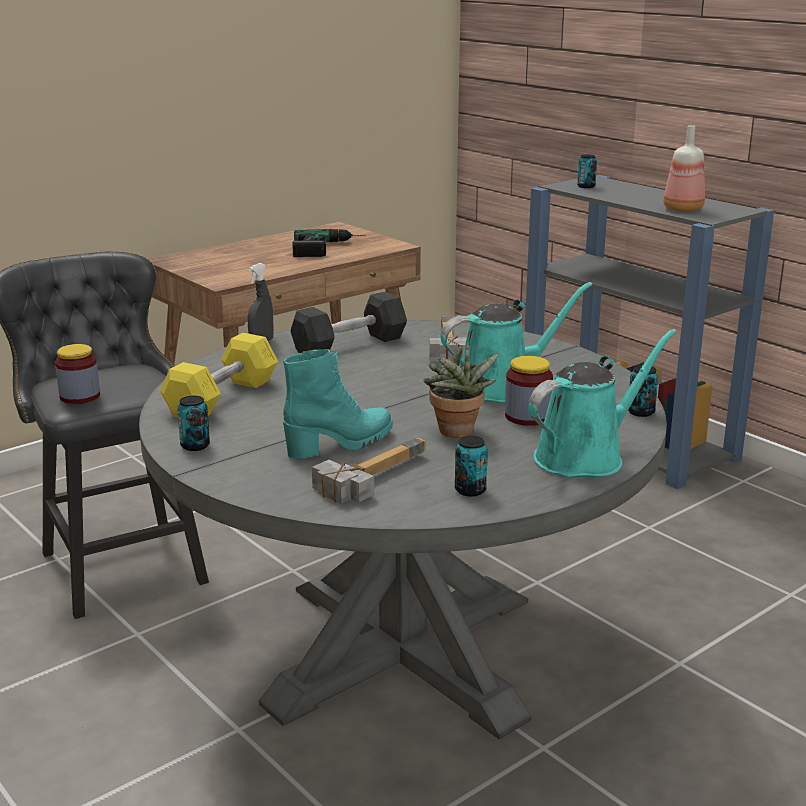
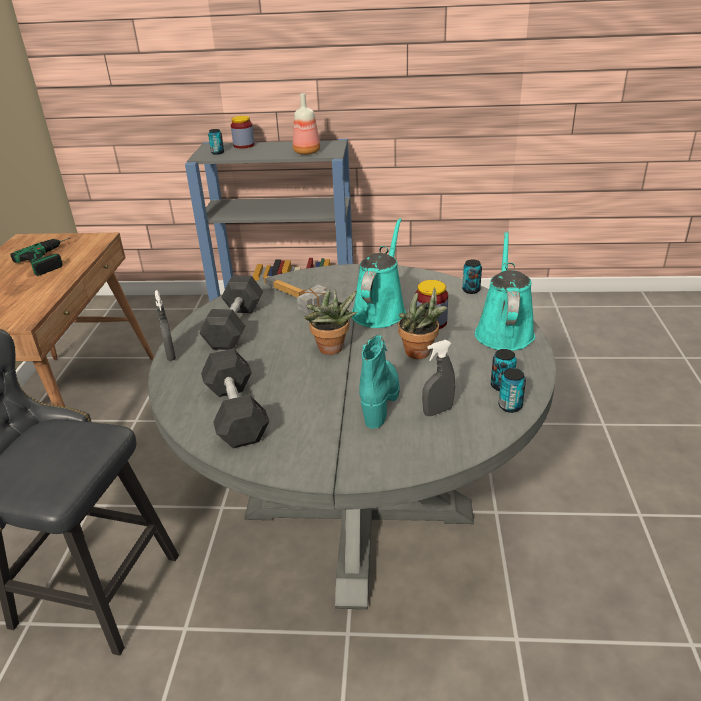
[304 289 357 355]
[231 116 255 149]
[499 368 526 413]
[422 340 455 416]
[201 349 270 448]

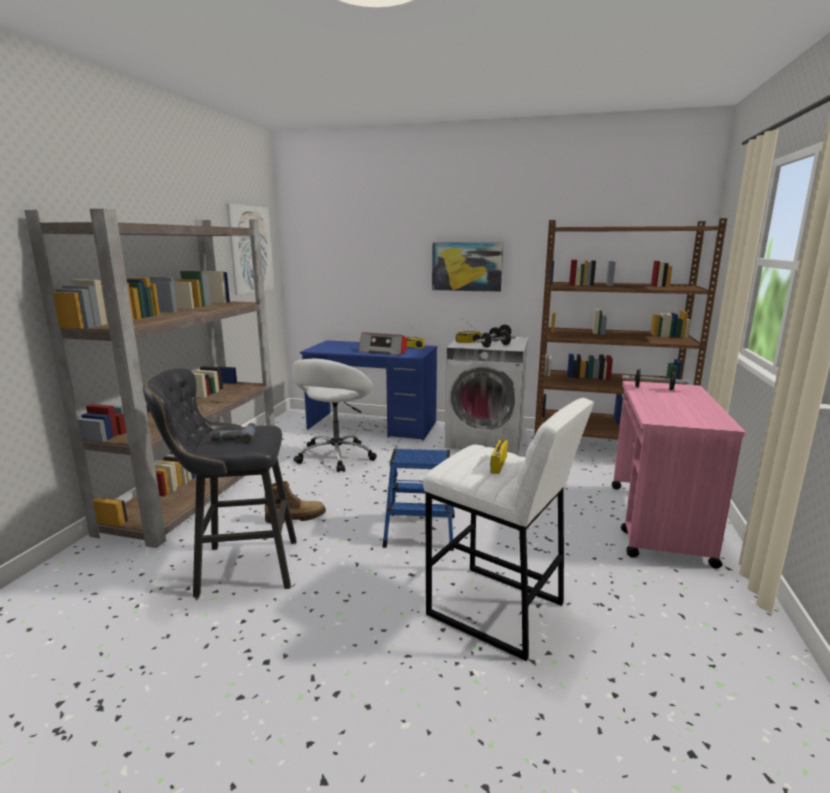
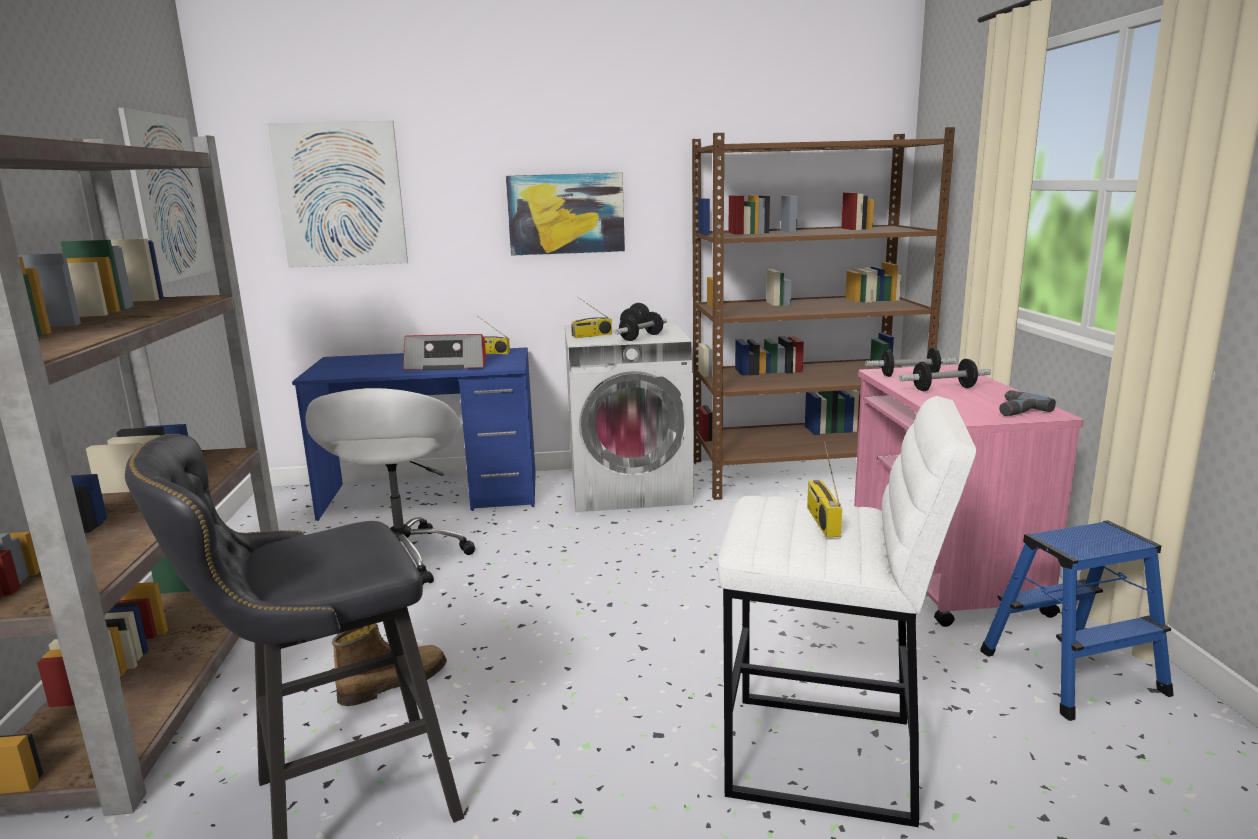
[268 120 408 268]
[899 359 991 391]
[999 390 1056 416]
[980 520 1174 721]

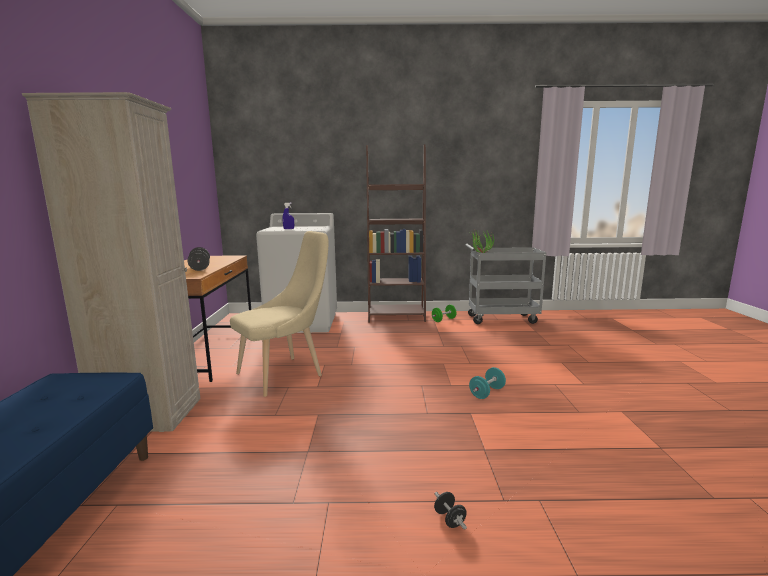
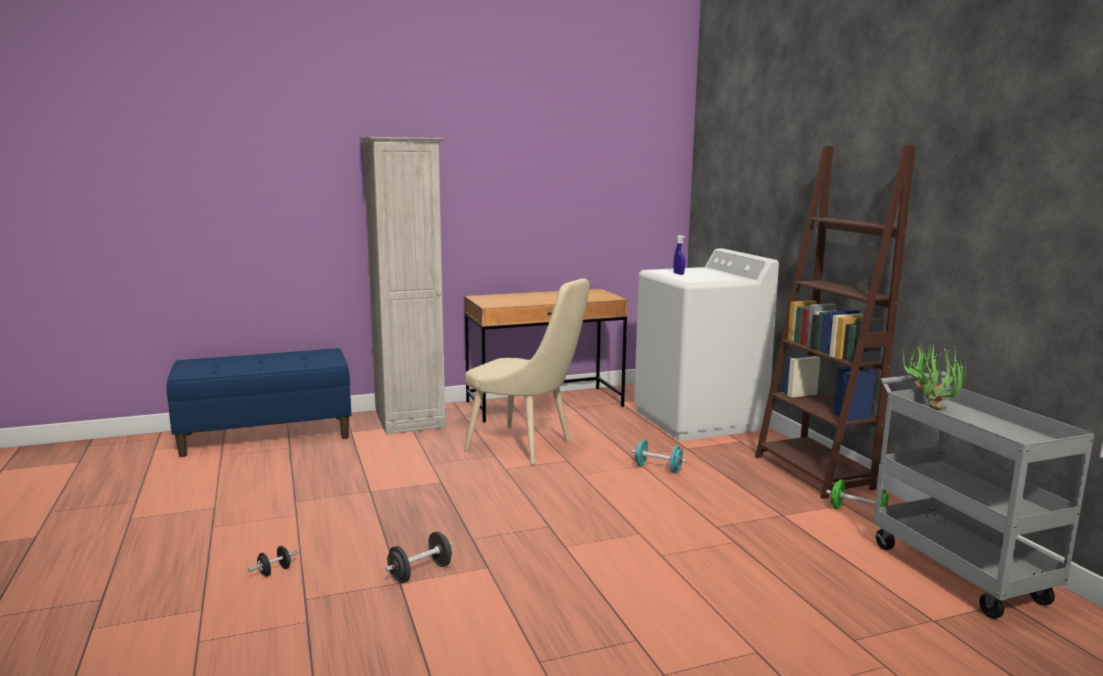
[385 531 453 583]
[632 440 687 473]

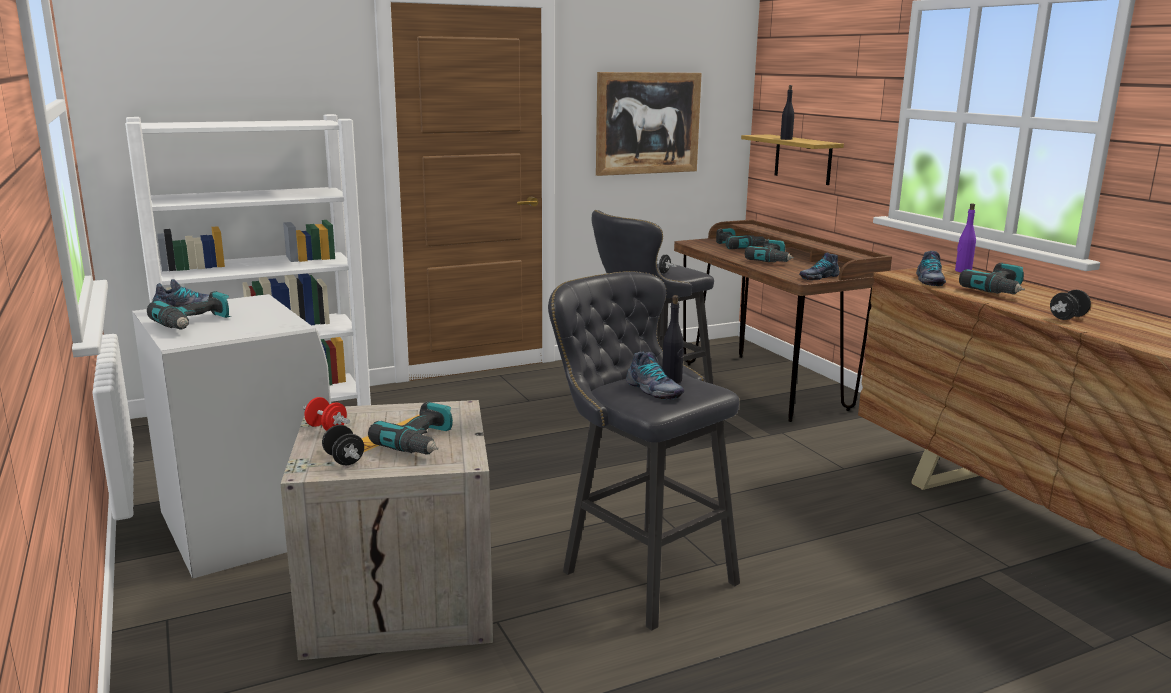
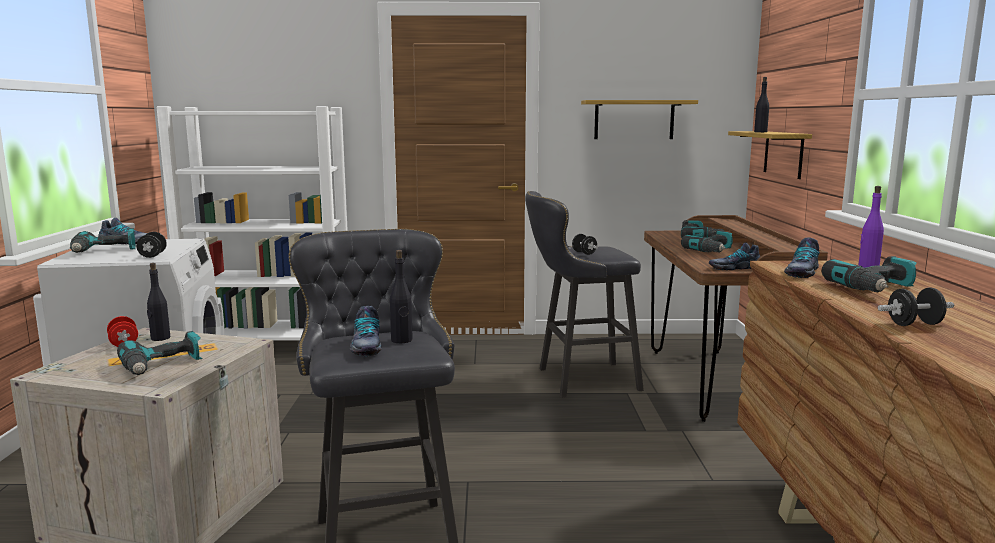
[147 263 170 341]
[136 232 167 258]
[581 100 698 139]

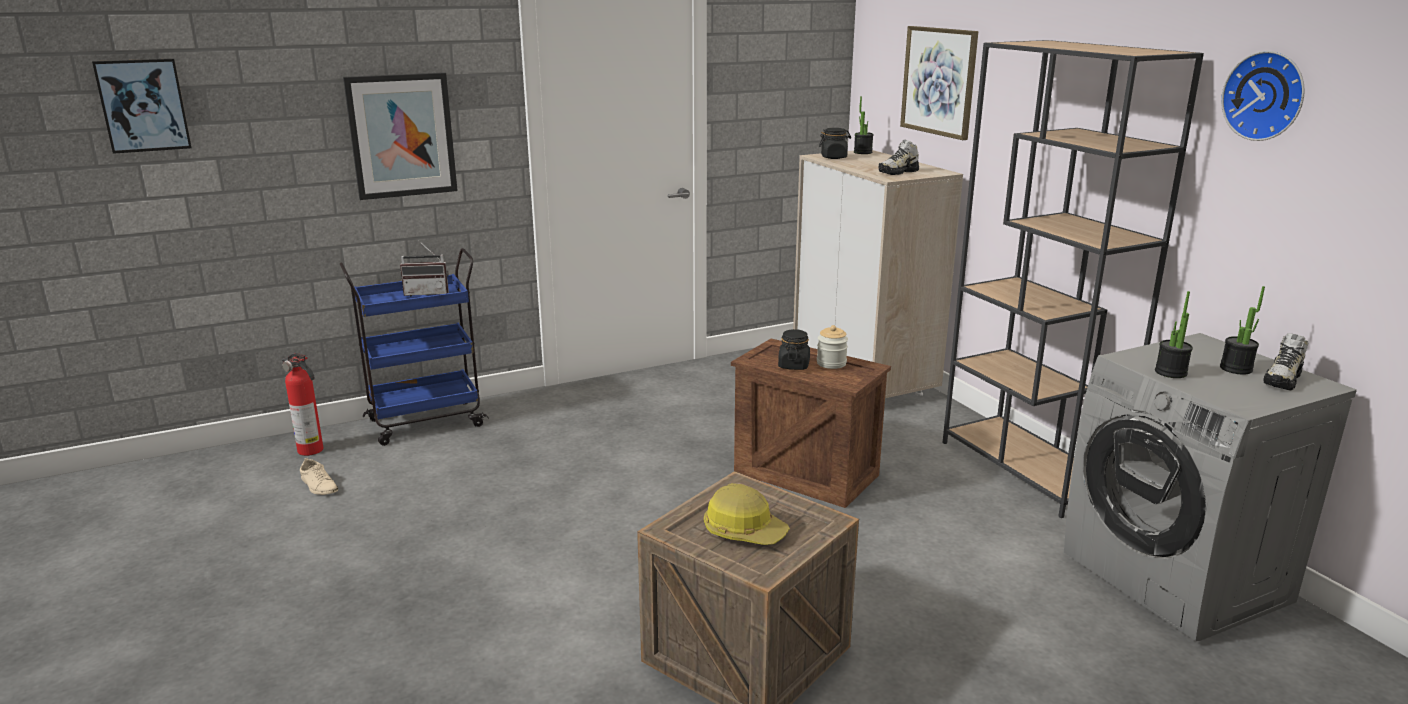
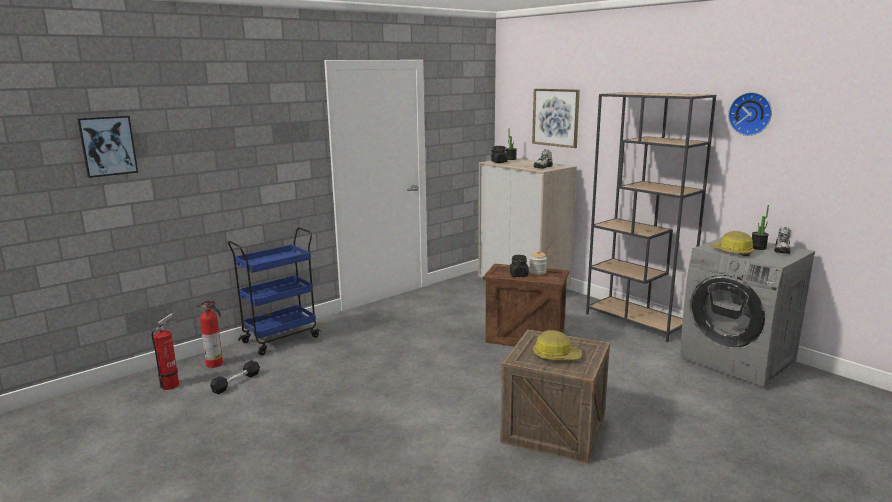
[343 72 458 200] (first image)
[400 241 449 296] (first image)
[151 313 179 390]
[210 360 260 394]
[711 231 754 256]

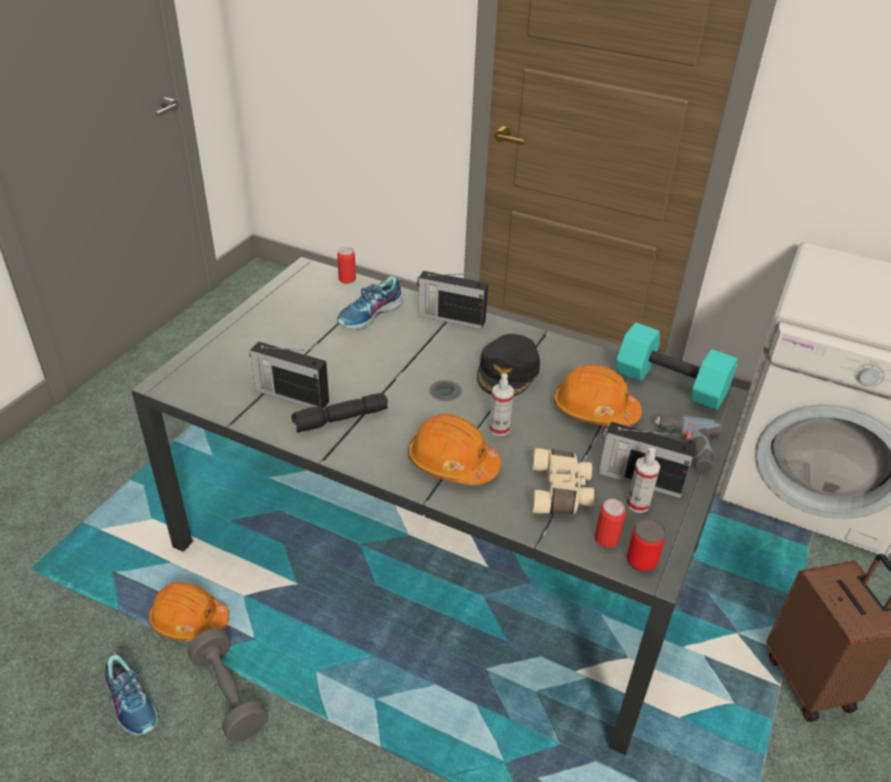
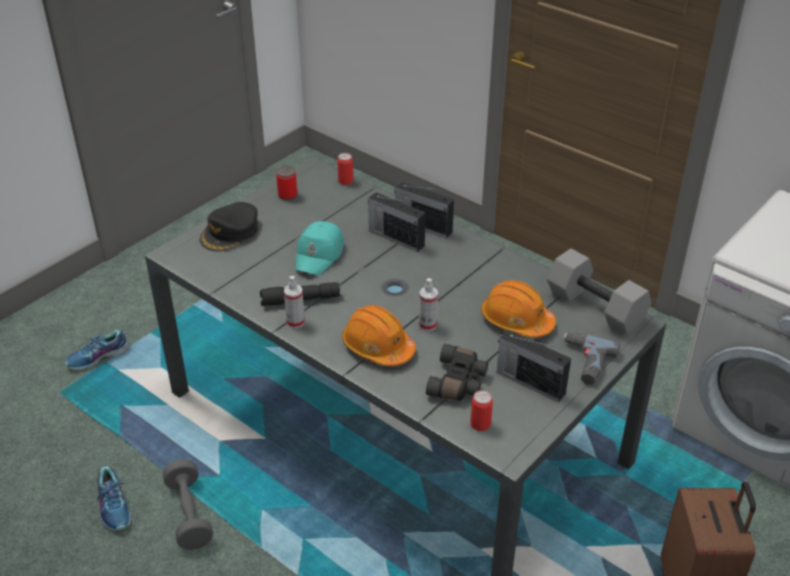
[148 582 229 642] (first image)
[295 221 344 275]
[368 192 425 252]
[65 329 130 371]
[200 202 258 252]
[284 276 305 329]
[276 166 297 200]
[426 344 488 401]
[547 248 652 335]

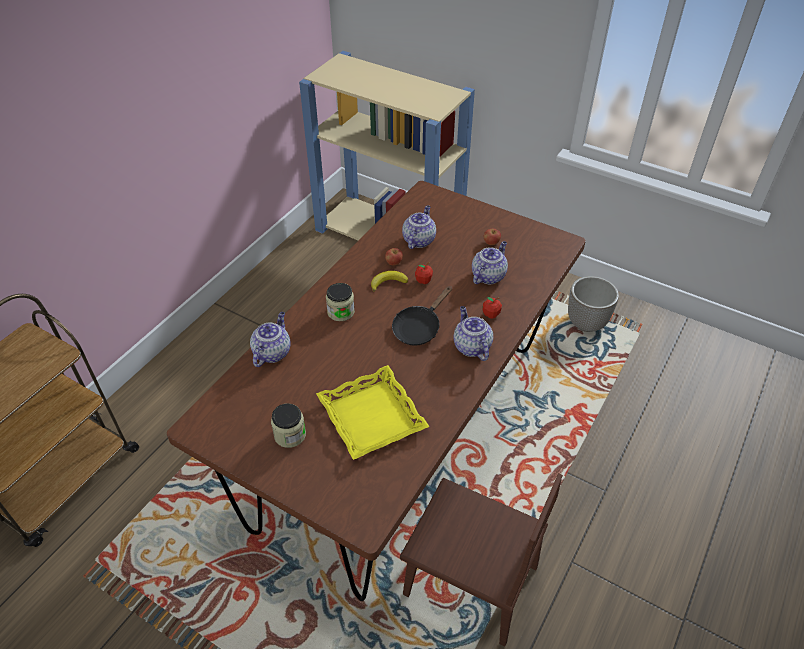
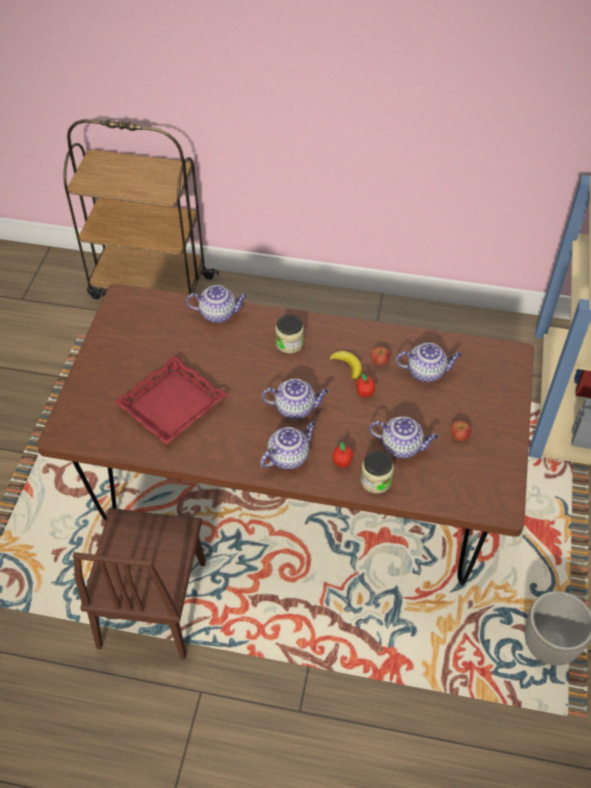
[361 451 394 494]
[262 379 329 419]
[114 355 228 445]

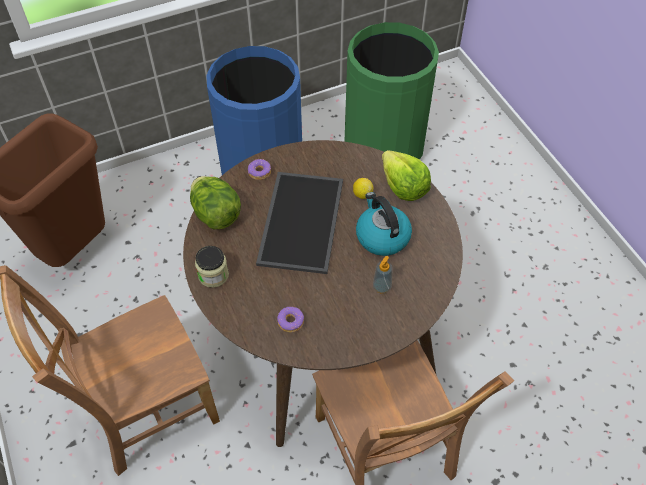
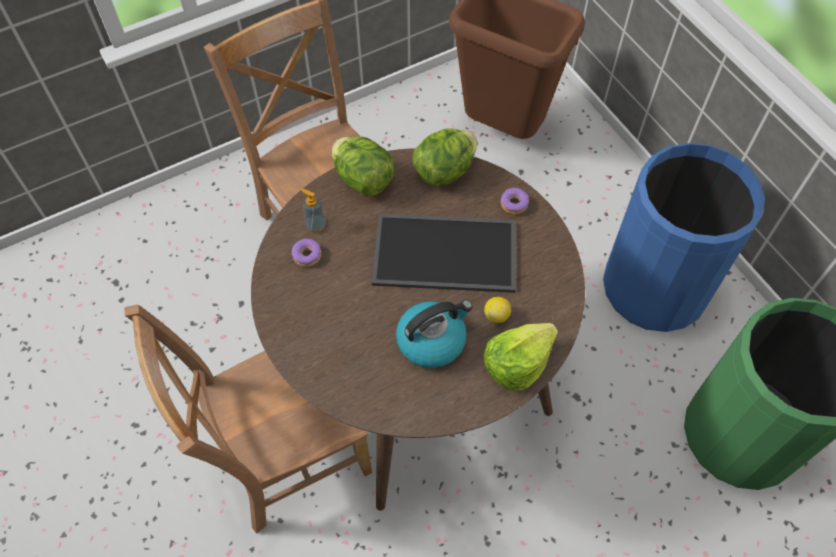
[300 188 326 233]
[332 136 394 196]

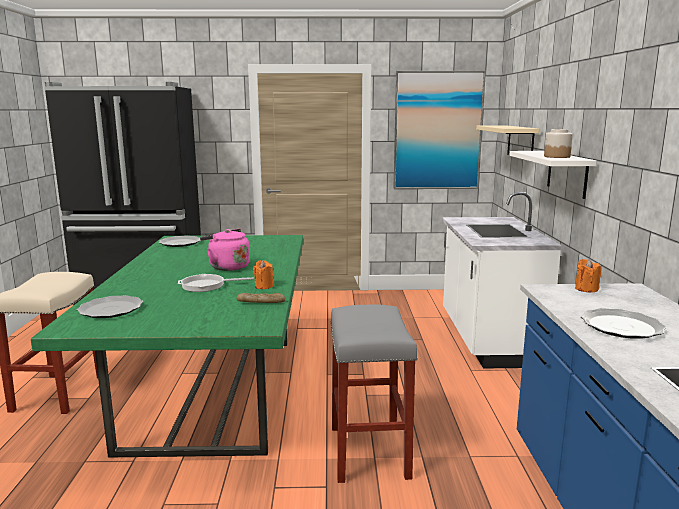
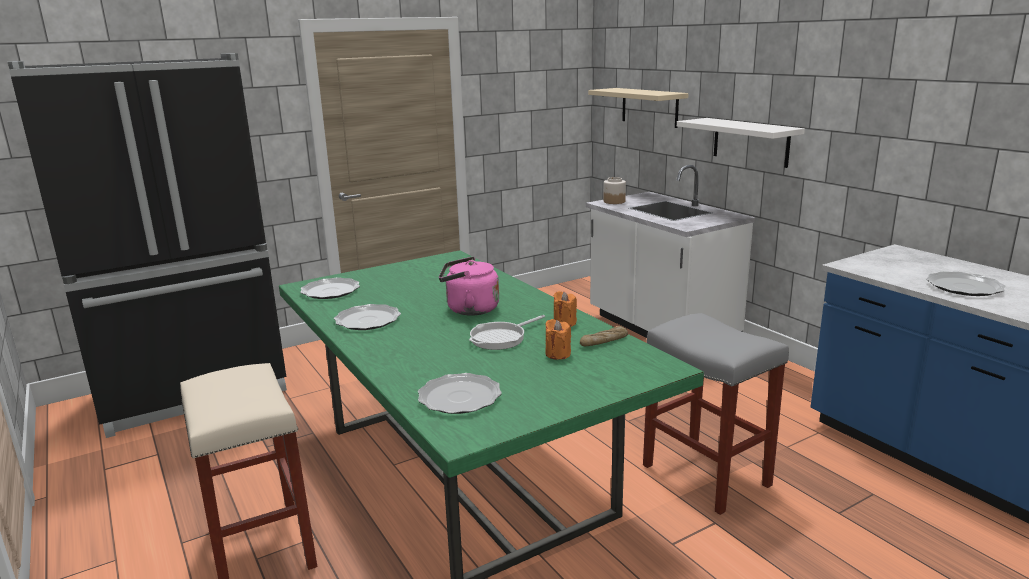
[393 71 486 189] (first image)
[334 304 401 330]
[603 177 626 204]
[545 319 571 360]

